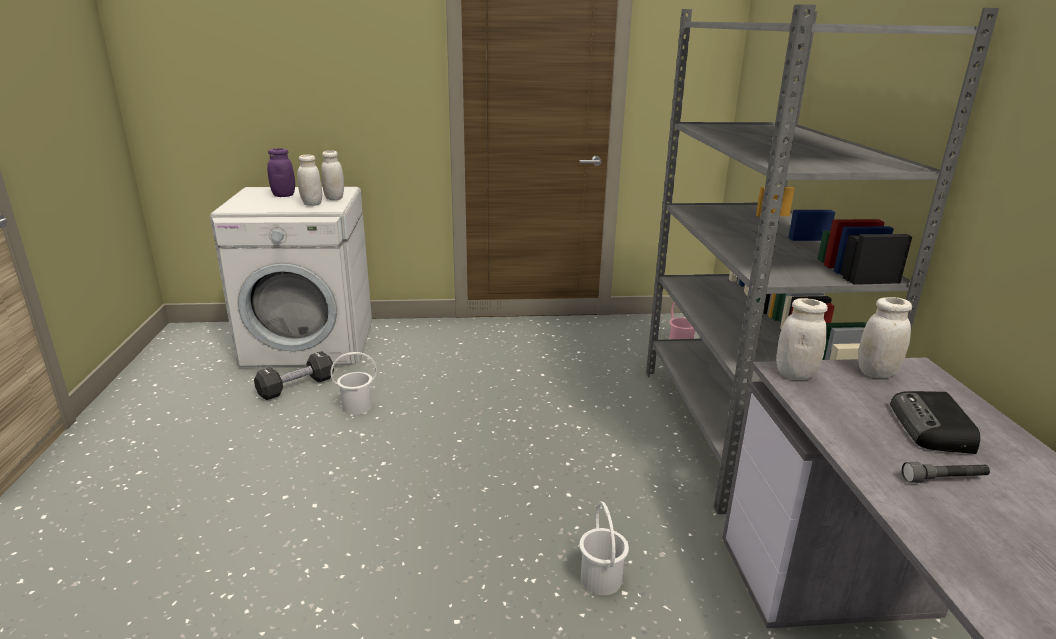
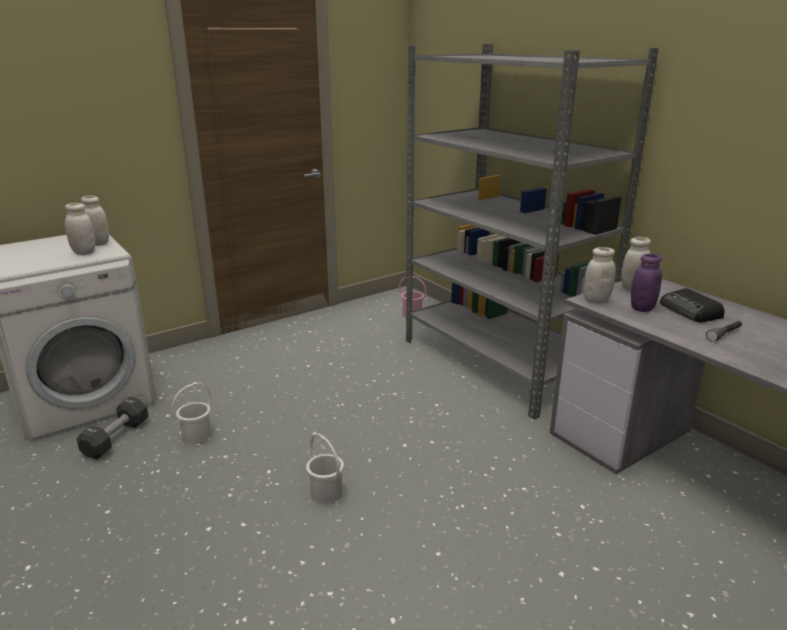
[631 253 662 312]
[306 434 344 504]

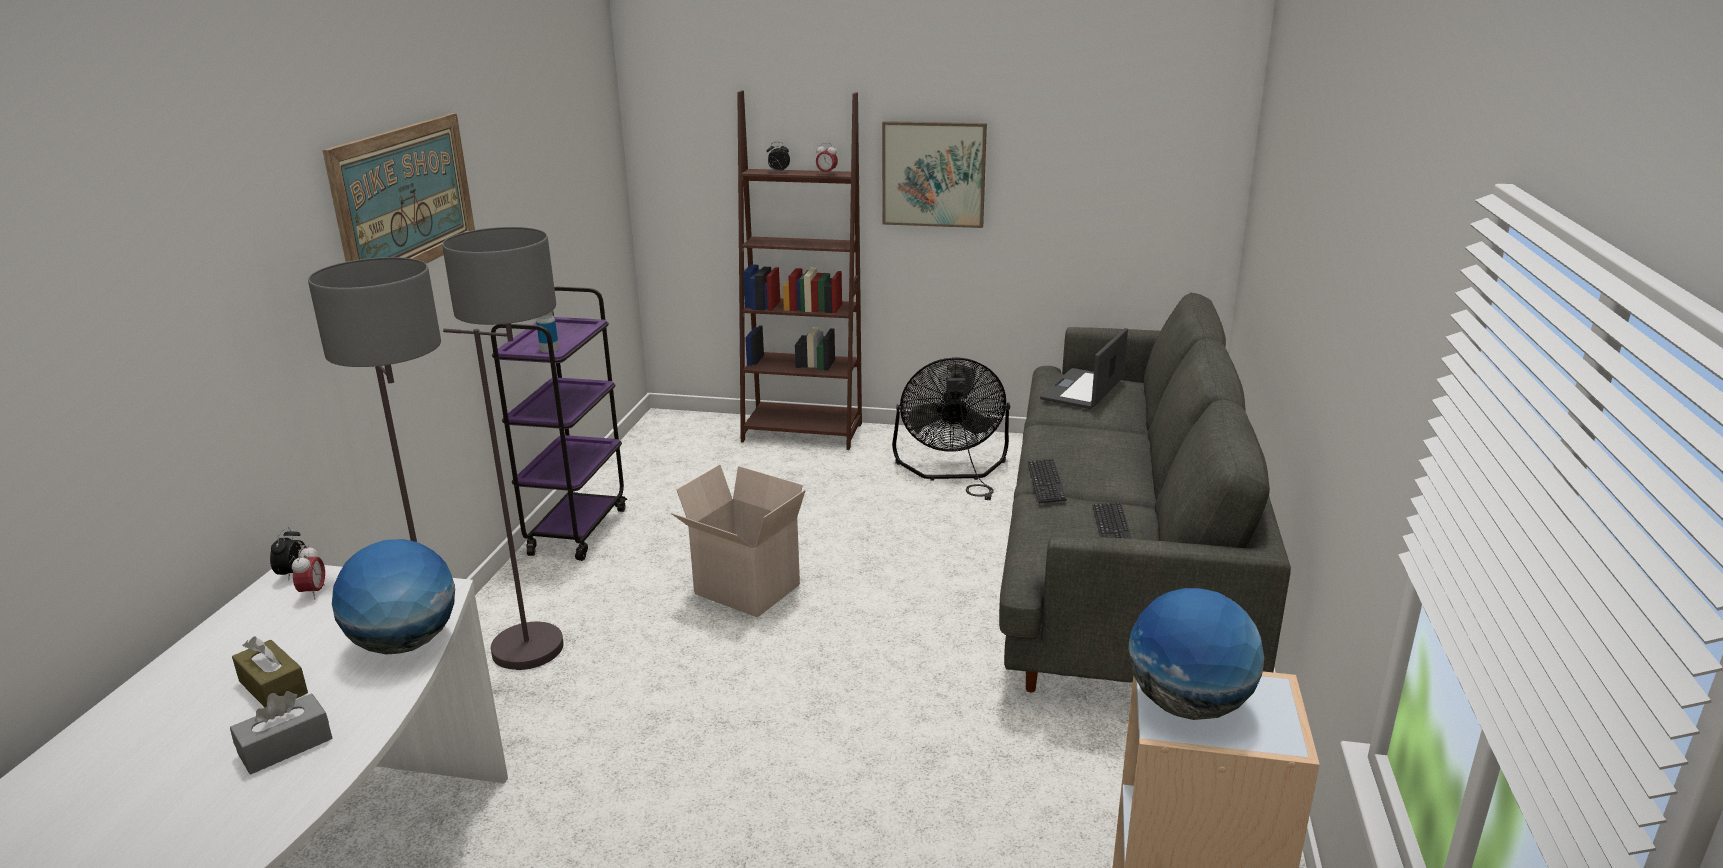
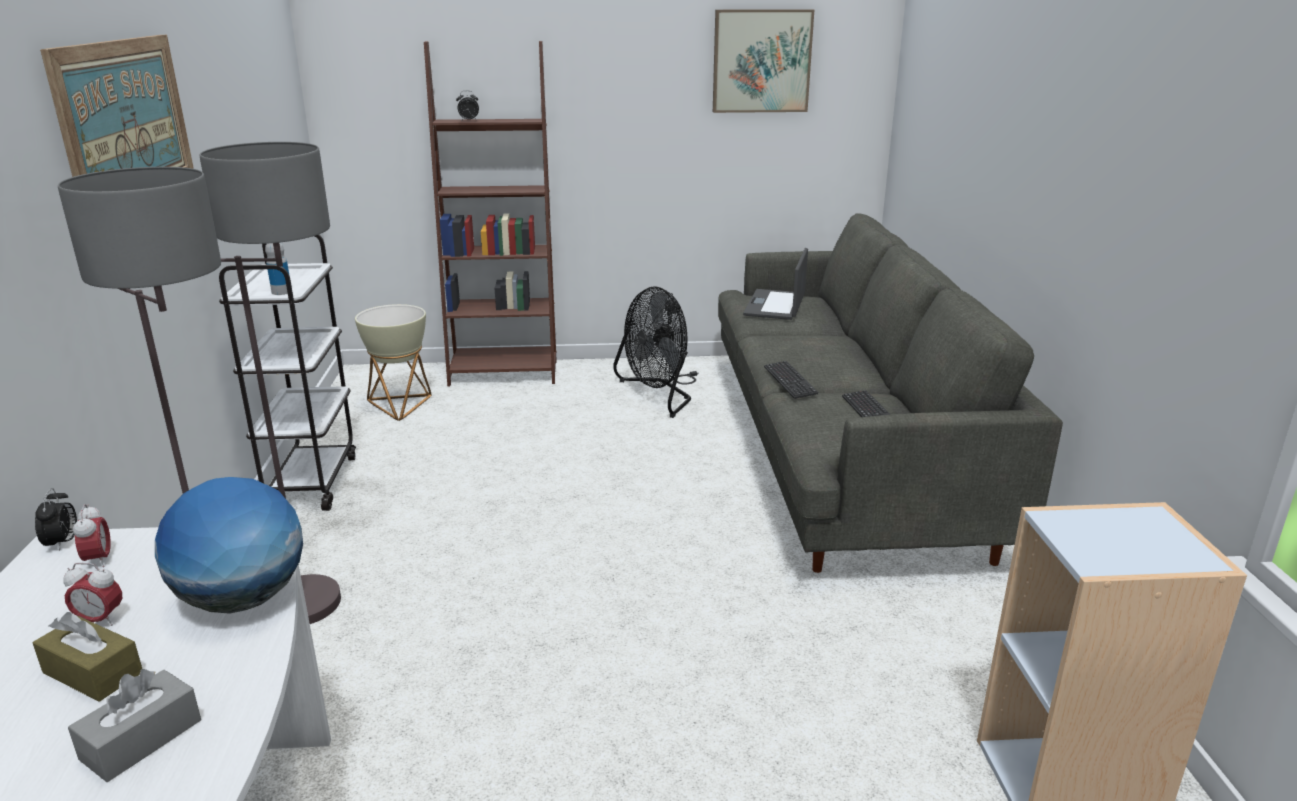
[671 465 806 618] (first image)
[1128 588 1264 720] (first image)
[355 304 431 421]
[63 563 122 626]
[713 9 814 113]
[219 235 356 511]
[613 287 698 418]

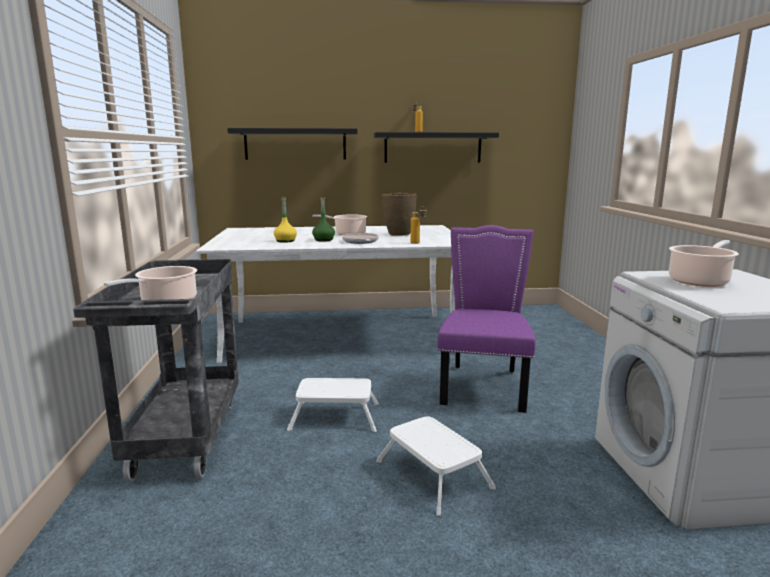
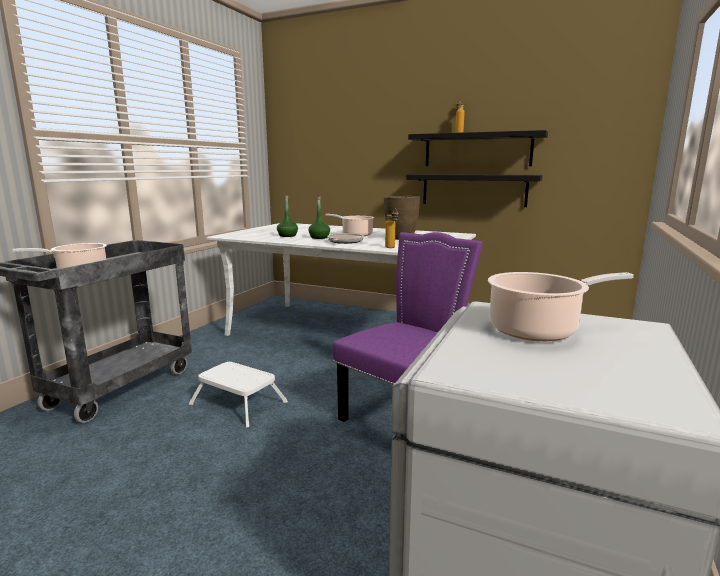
[376 416 496 516] (first image)
[406 174 543 207]
[277 195 298 237]

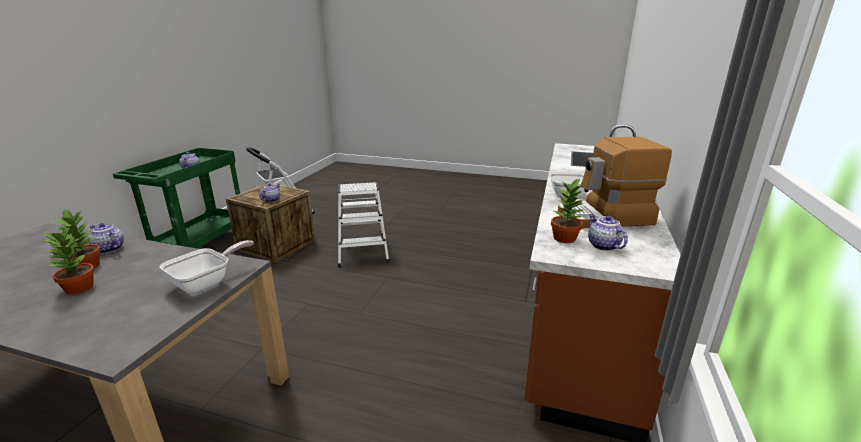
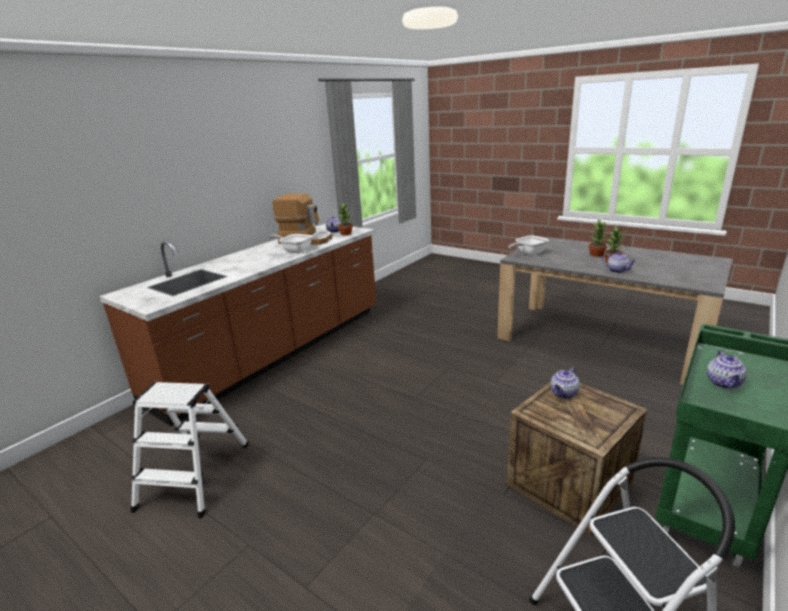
[130 382 249 518]

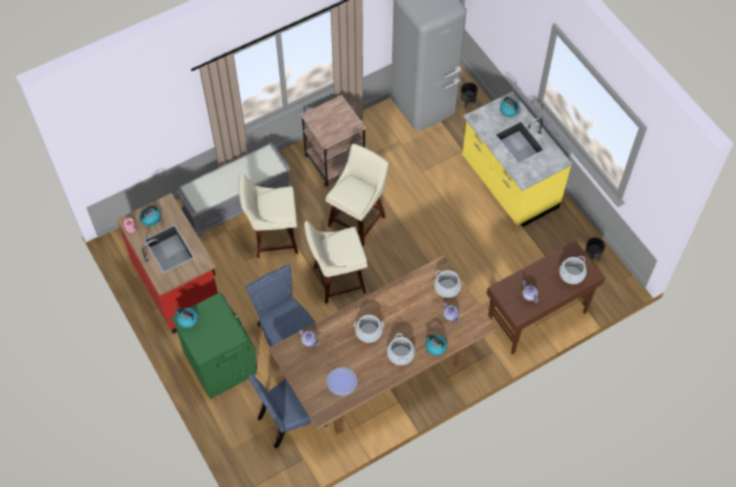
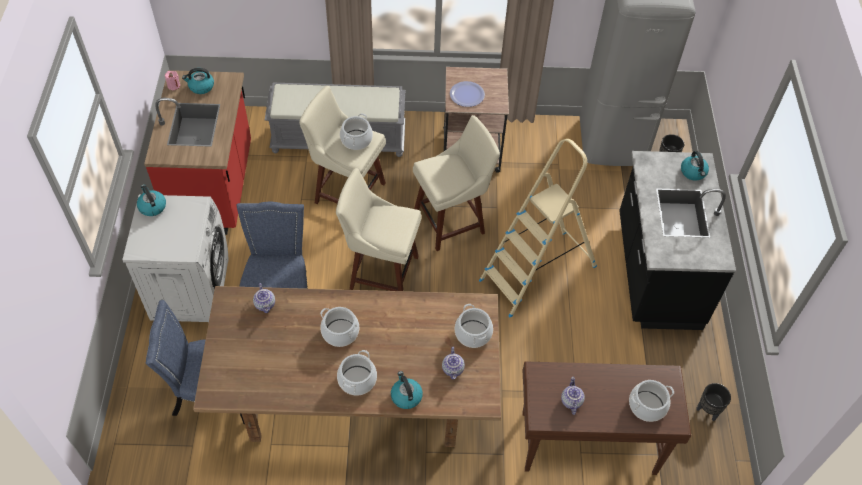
[340 113 373 150]
[479 139 597 318]
[450 81 485 107]
[122 195 229 322]
[619 151 736 330]

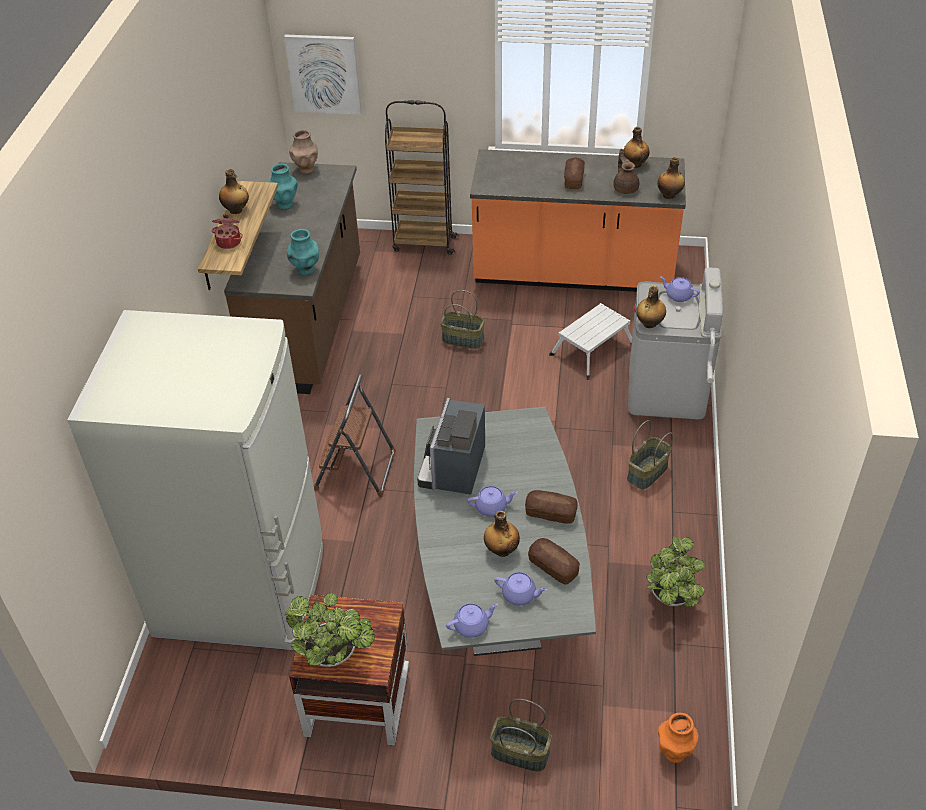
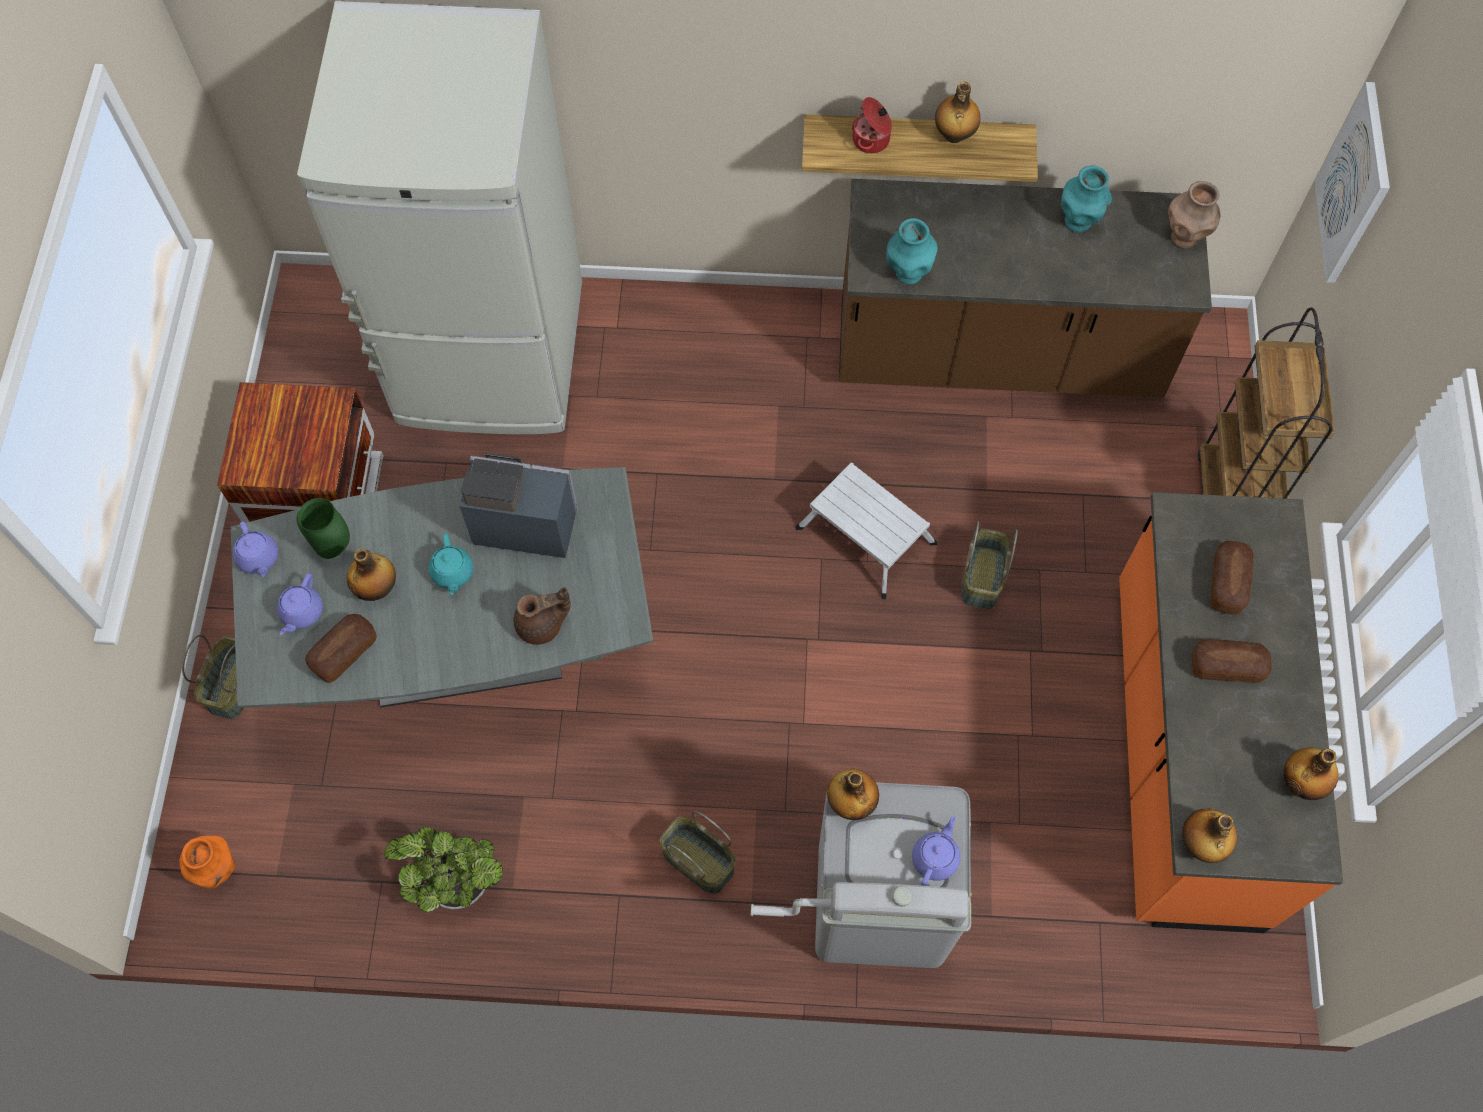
[284 592 375 667] (first image)
[314 374 396 497] (first image)
[296 498 350 559]
[1210 541 1254 615]
[795 462 937 599]
[514 587 571 645]
[429 534 473 595]

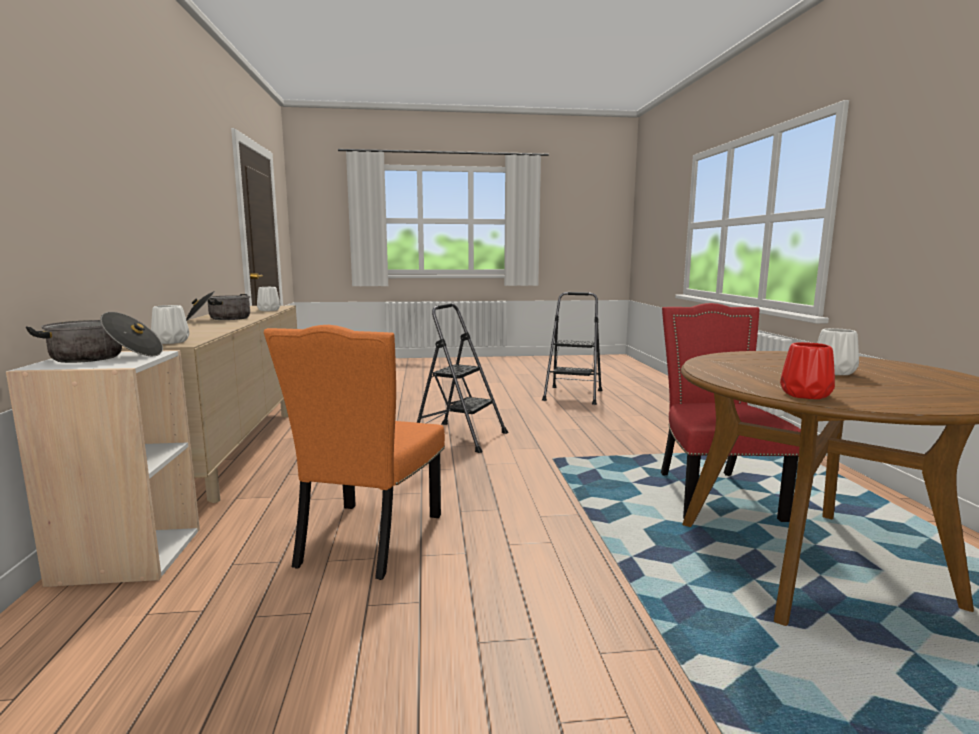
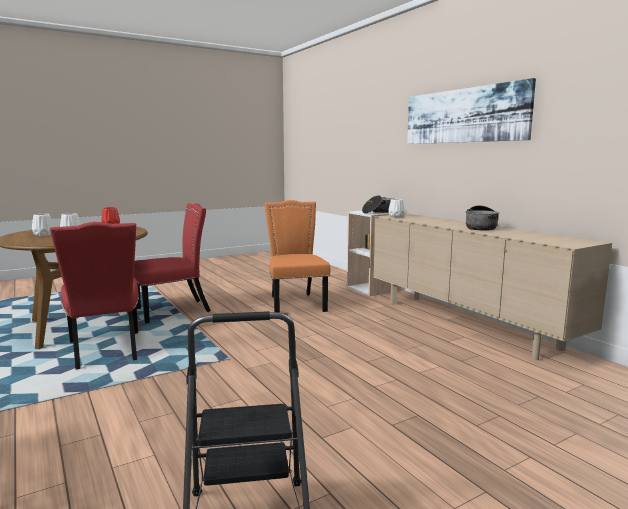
[417 303 508 453] (first image)
[133 203 211 323]
[407 78 536 144]
[32 214 54 236]

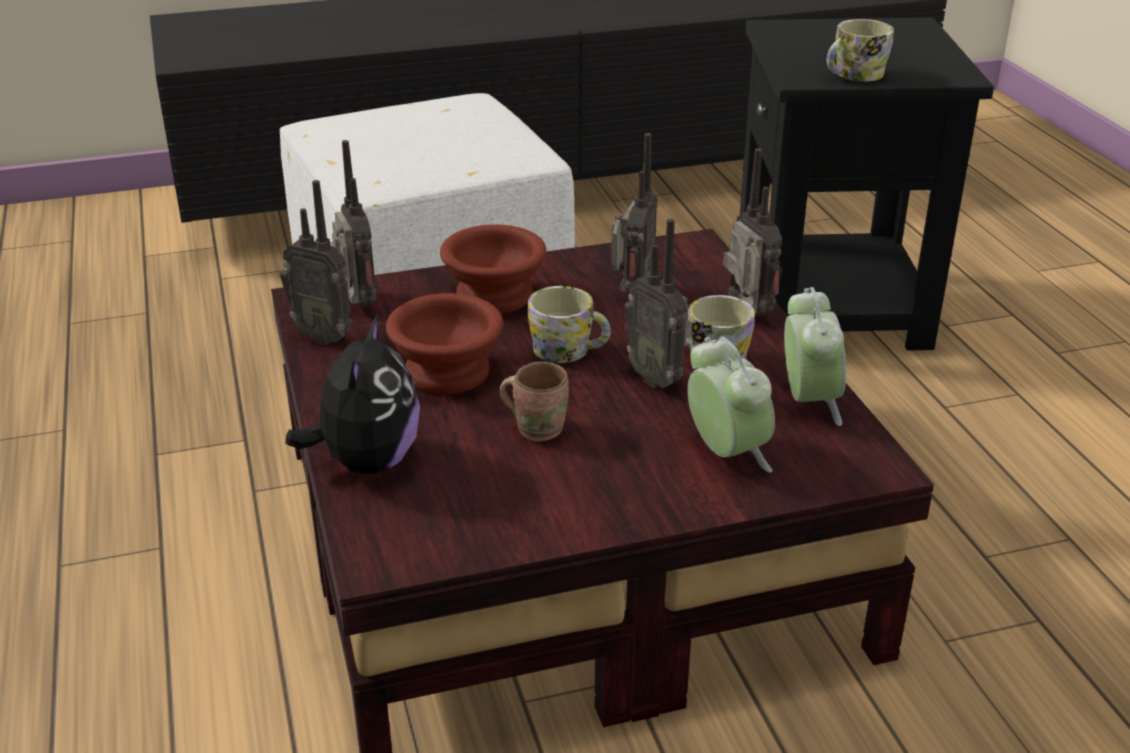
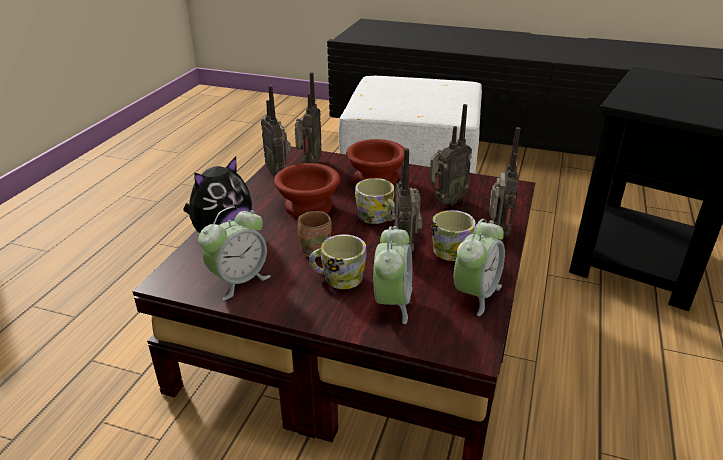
[198 207 271 300]
[309 234 367 289]

